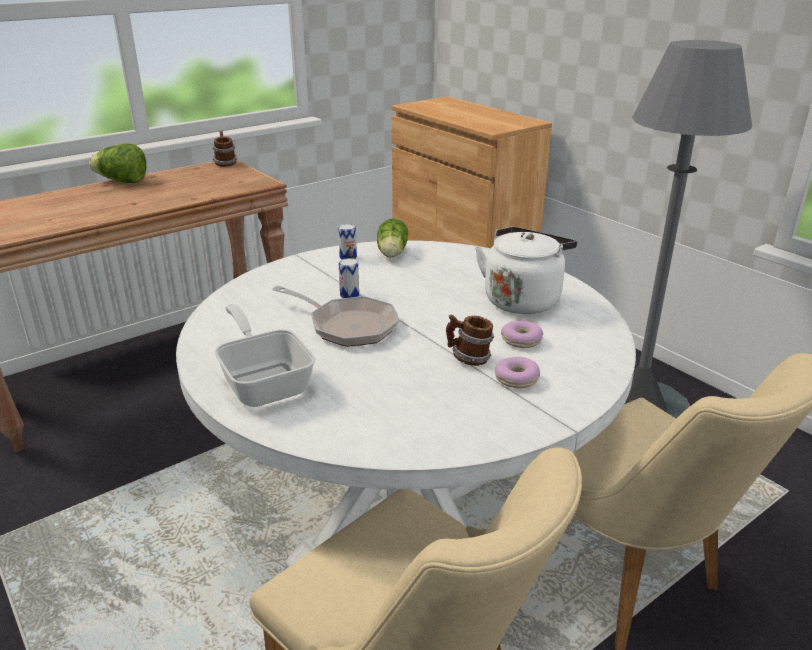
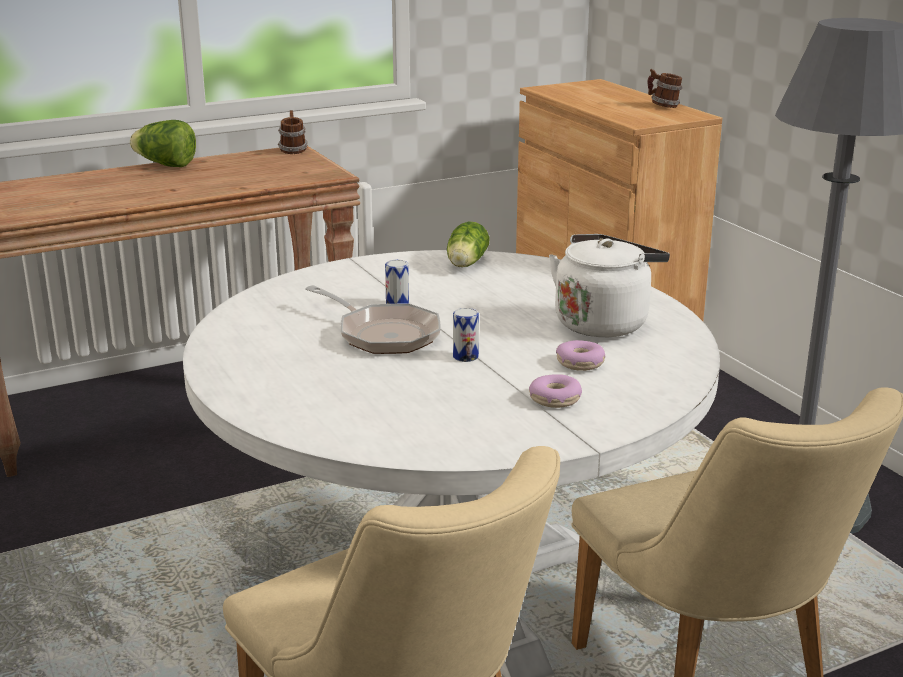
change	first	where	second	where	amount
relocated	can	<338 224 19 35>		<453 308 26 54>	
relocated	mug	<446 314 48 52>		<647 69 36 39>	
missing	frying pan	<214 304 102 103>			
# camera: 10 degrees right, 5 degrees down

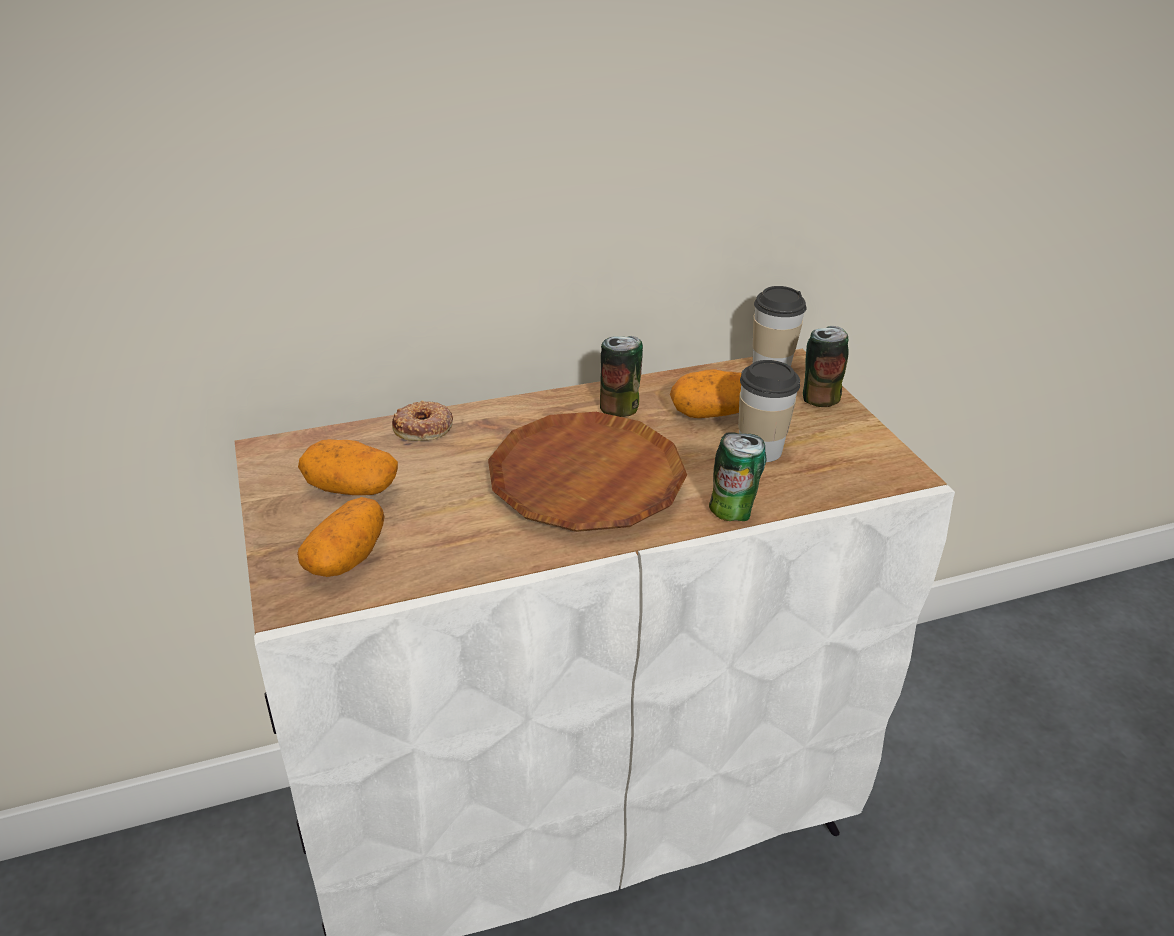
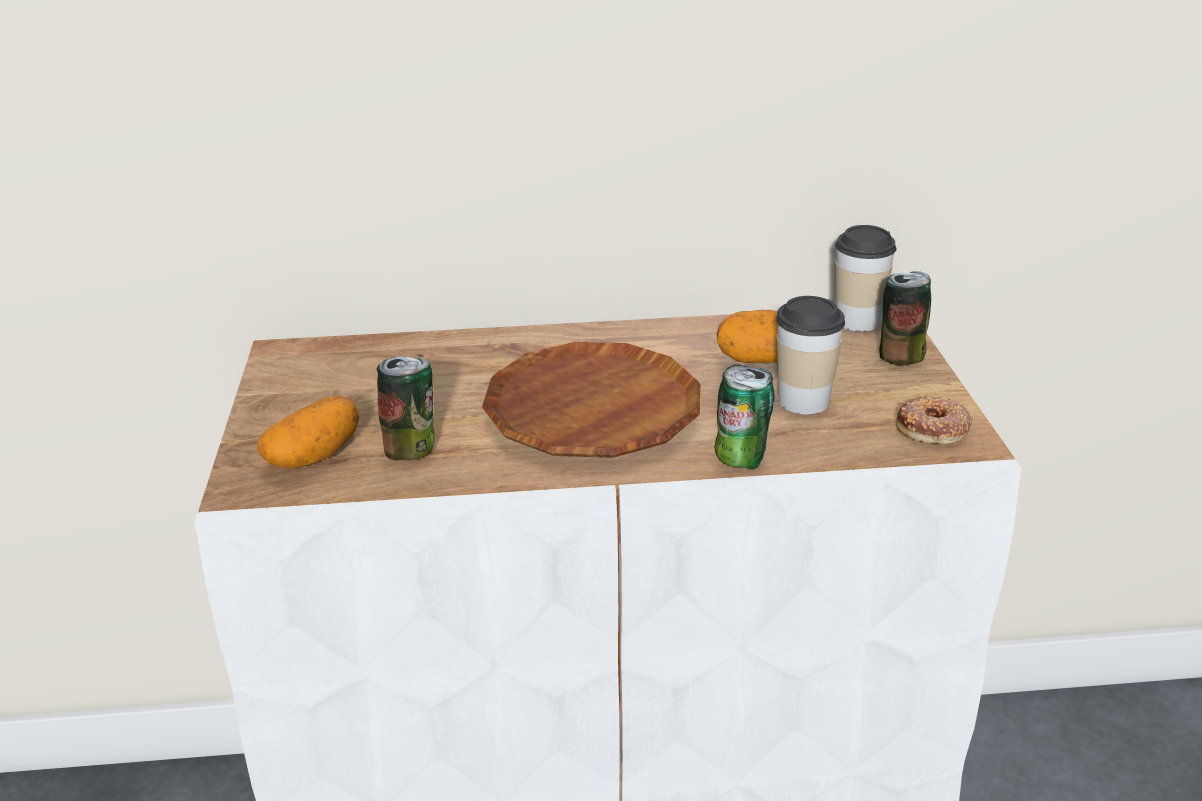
change	first	where	second	where	amount
relocated	can	<600 336 43 81>		<377 356 58 104>	
relocated	donut	<392 400 61 41>		<896 395 76 49>	
missing	potato	<298 439 100 56>			
# camera: 15 degrees right, 5 degrees down

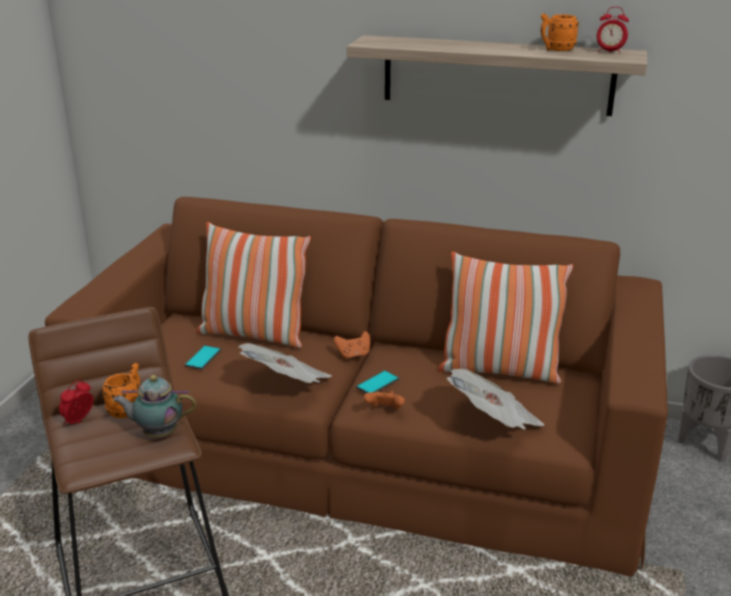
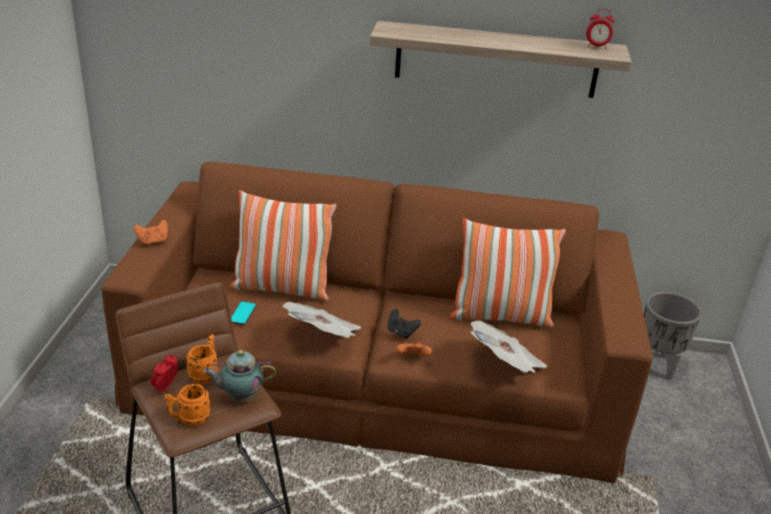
change	first	where	second	where	amount
relocated	orange game controller	<334 331 36 28>		<133 220 35 26>	
relocated	orange mug	<540 14 39 37>		<164 384 47 42>	
exchanged	phone	<356 370 43 23>	black game controller	<387 309 34 30>	
# camera: 10 degrees left, 5 degrees up

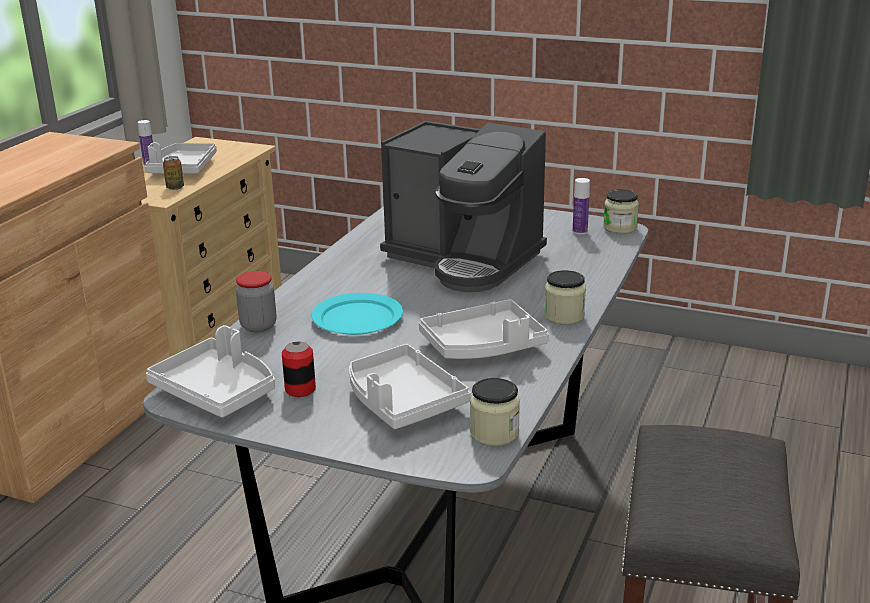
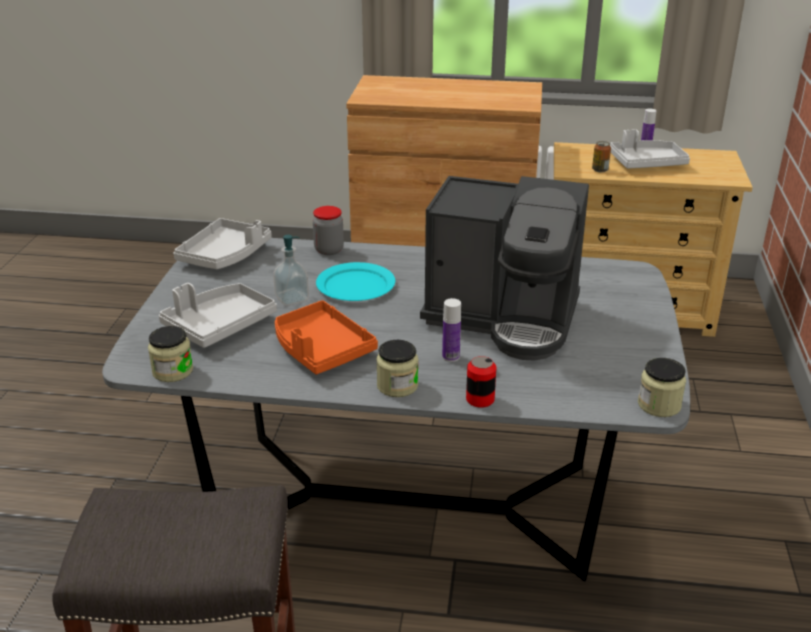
change	first	where	second	where	amount
appeared			soap dispenser	<273 235 36 71>	
colour	grey tray	<419 299 130 60>	orange tray	<275 300 103 74>	
spun	coffee machine	<380 121 167 171>		<420 176 169 185>	90 degrees counterclockwise
relocated	bottle	<573 178 17 57>		<442 298 19 64>	
relocated	can	<282 342 34 55>		<466 356 30 52>	
# camera: 75 degrees right, 5 degrees up

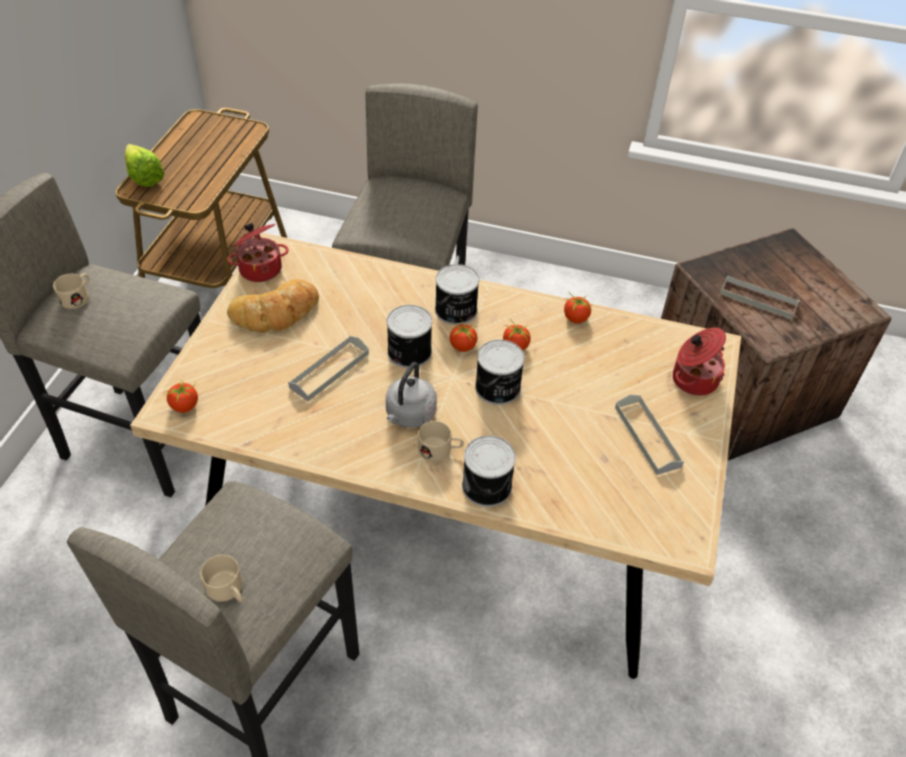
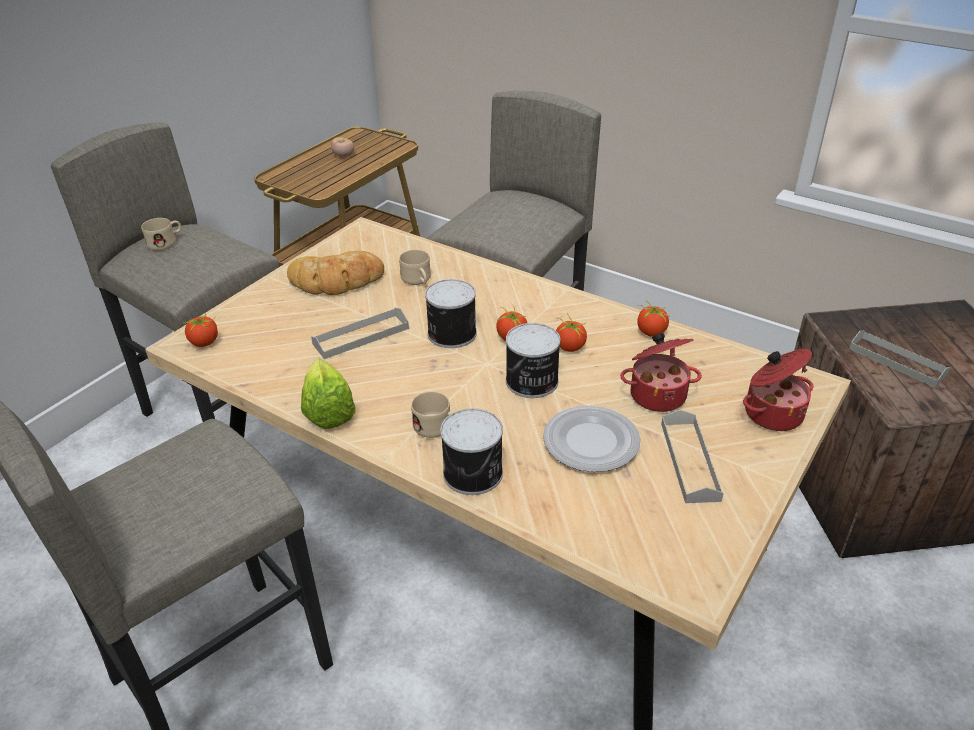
change	first	where	second	where	amount
relocated	lettuce	<124 144 41 43>		<301 358 54 71>	
appeared			tomato	<331 137 23 20>	
relocated	beige mug	<200 555 43 47>		<399 250 32 35>	
appeared			plate	<543 406 98 66>	
relocated	cooking pot	<227 223 62 59>		<620 333 82 79>	
missing	grey kettle	<386 362 51 66>			
missing	can	<435 264 44 61>			
# camera: 20 degrees right, 10 degrees down

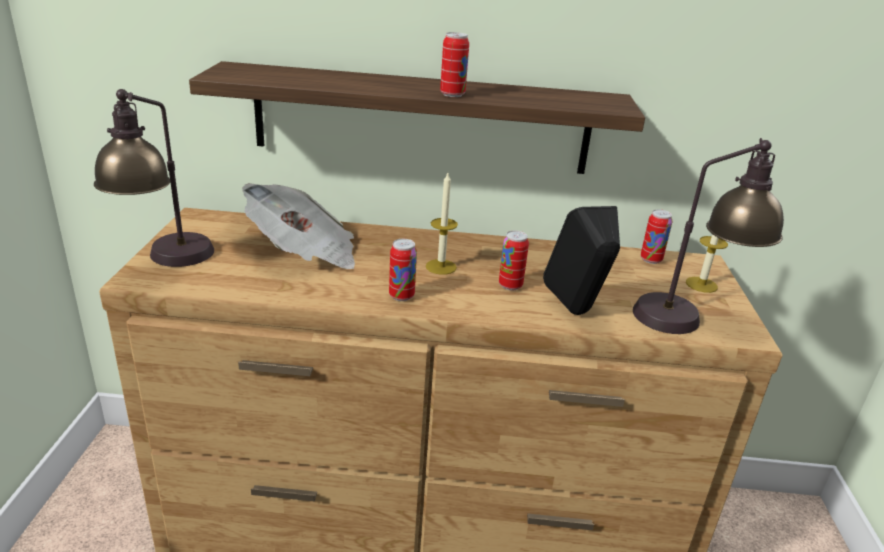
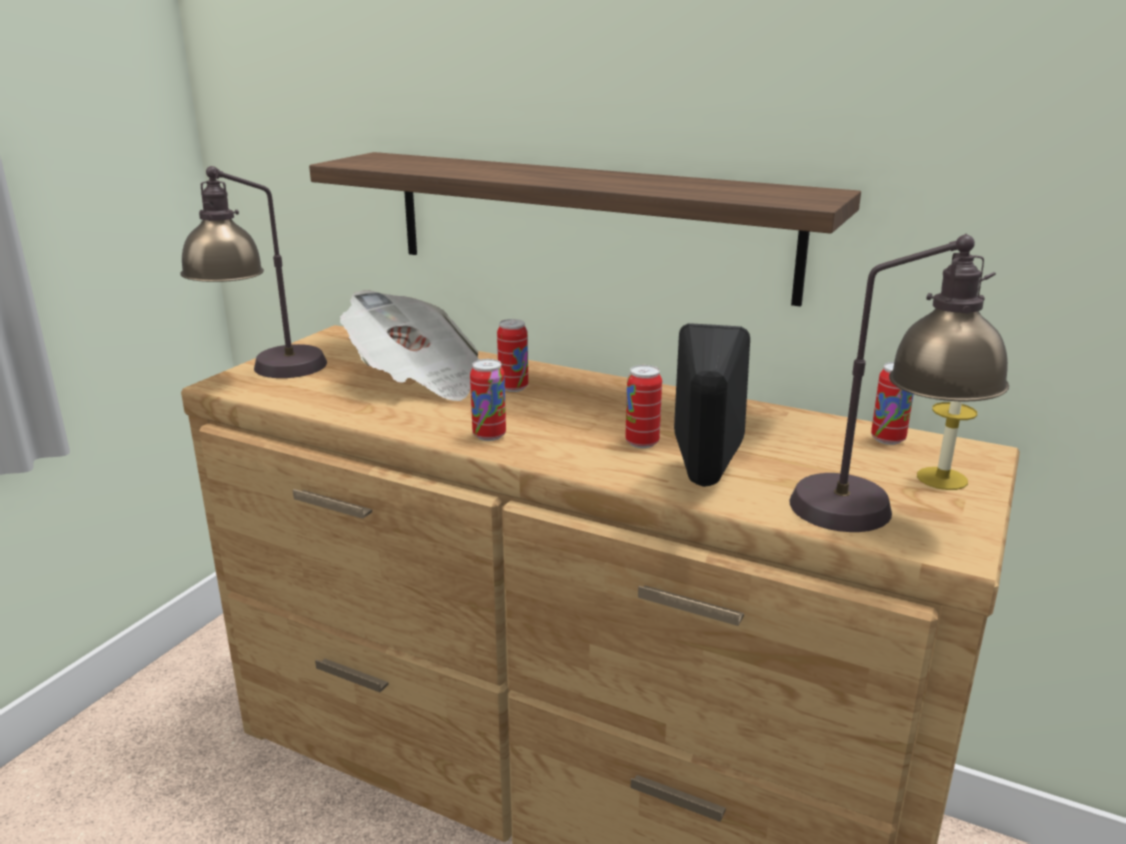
change	first	where	second	where	amount
relocated	can	<440 32 29 65>		<497 319 31 73>	
missing	candle	<426 173 32 102>			
# camera: 25 degrees right, 5 degrees down

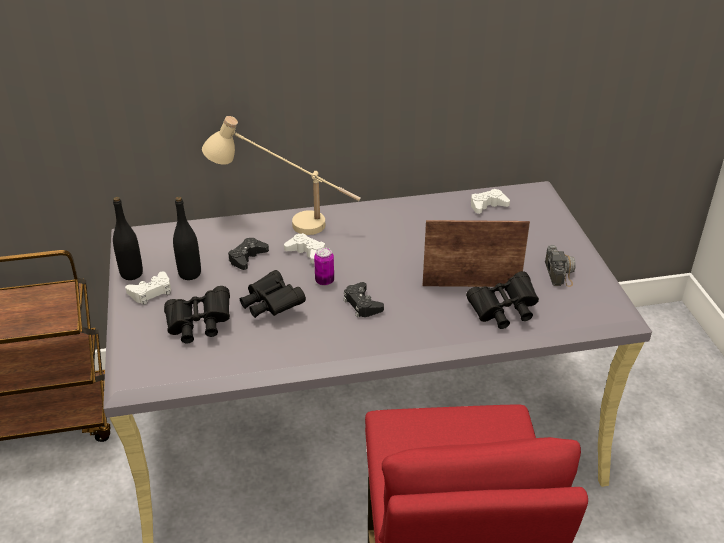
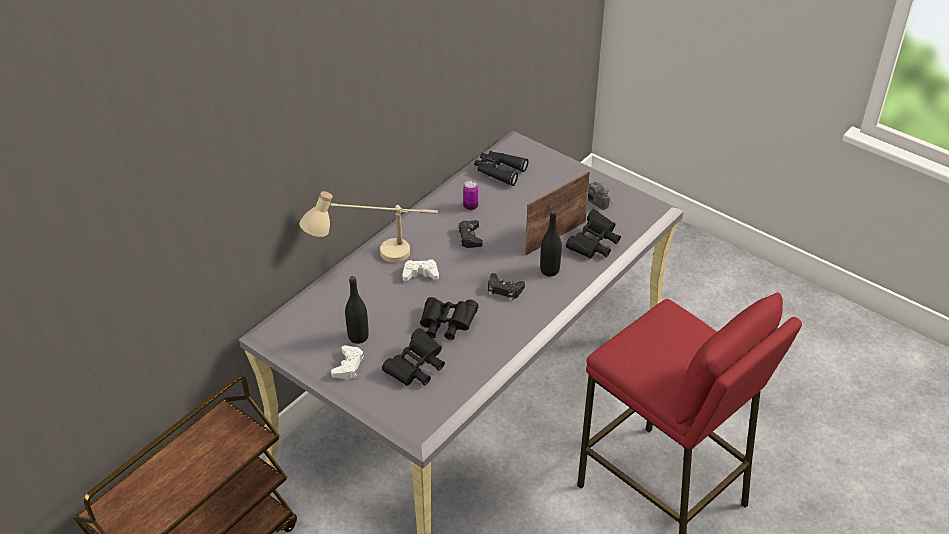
change	first	where	second	where	amount
relocated	black game controller	<228 238 41 32>		<458 220 25 28>	
relocated	can	<314 247 20 39>		<463 180 16 30>	
exchanged	white game controller	<471 189 39 25>	black binoculars	<474 151 55 35>	
relocated	black bottle	<113 197 30 83>		<540 210 22 66>	
# camera: 40 degrees left, 5 degrees up

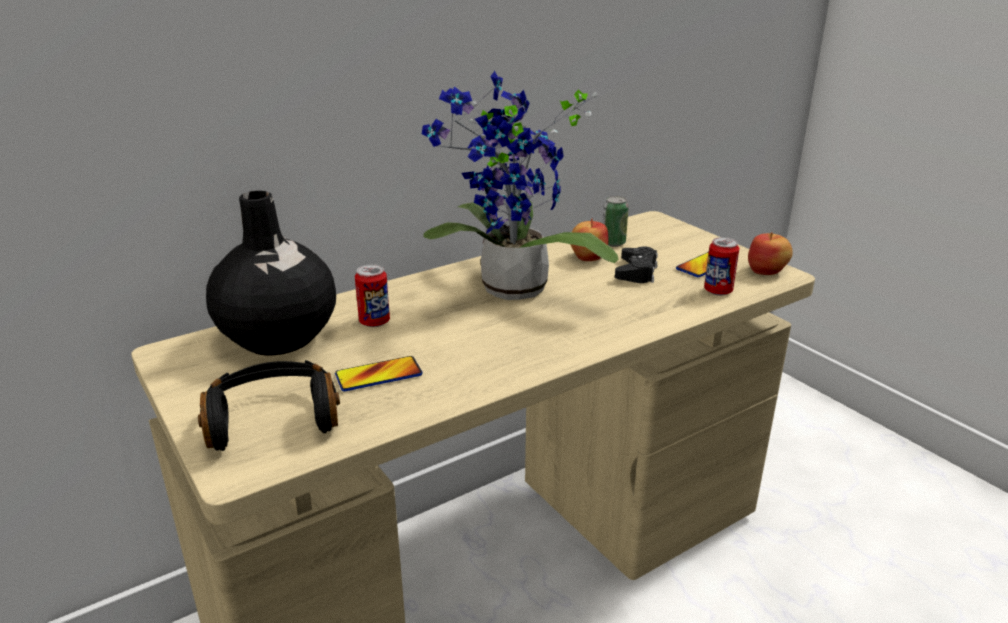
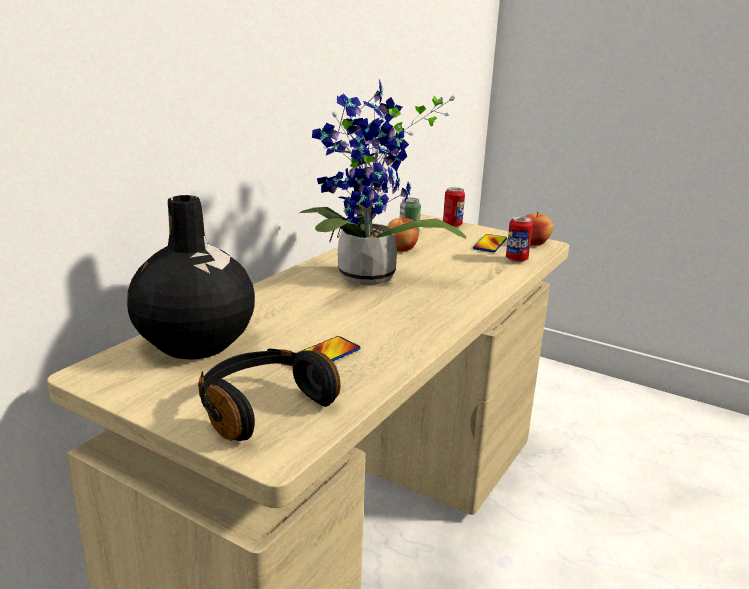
change	first	where	second	where	amount
relocated	can	<355 264 35 63>		<443 187 22 40>	
missing	black game controller	<615 247 43 36>			
# camera: 25 degrees left, 5 degrees down

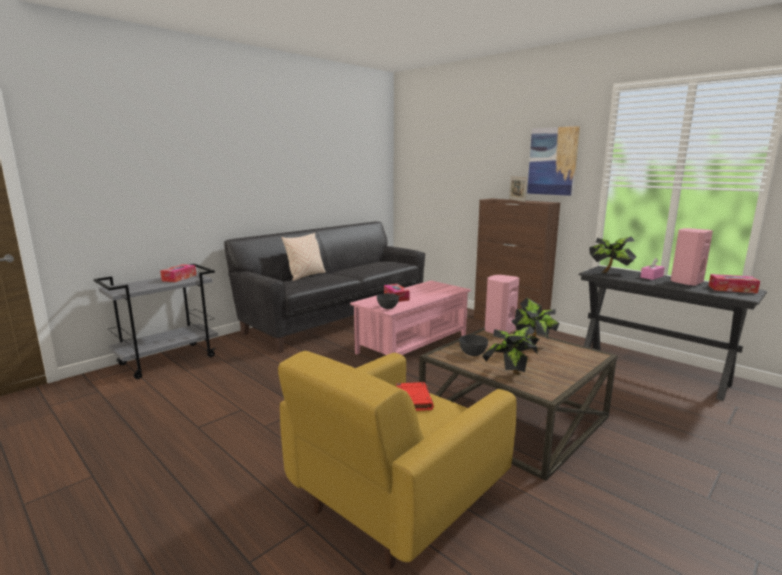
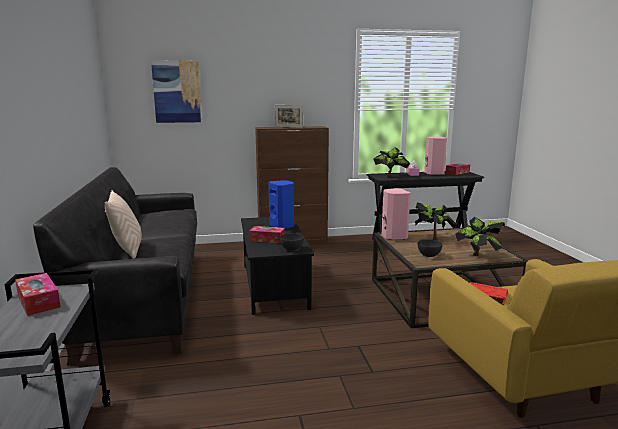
change	first	where	second	where	amount
relocated	picture	<527 126 53 70>		<151 60 51 63>	
colour	pink coffee table	<350 281 121 74>	black coffee table	<241 217 73 98>	
appeared			blue speaker	<268 180 26 49>	
# camera: 55 degrees left, 0 degrees up

